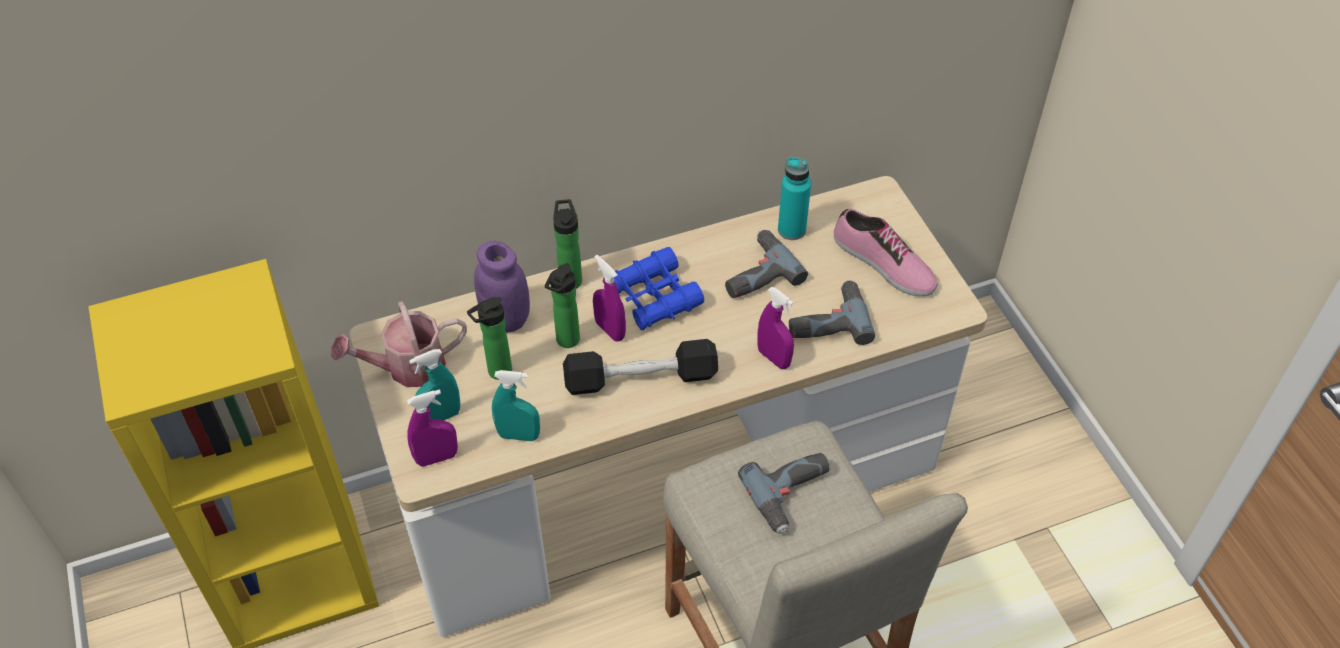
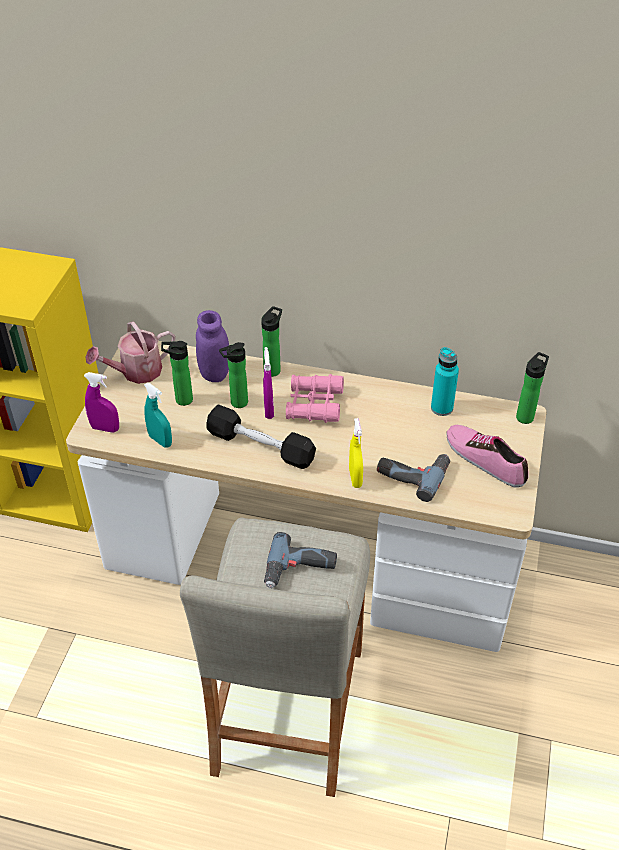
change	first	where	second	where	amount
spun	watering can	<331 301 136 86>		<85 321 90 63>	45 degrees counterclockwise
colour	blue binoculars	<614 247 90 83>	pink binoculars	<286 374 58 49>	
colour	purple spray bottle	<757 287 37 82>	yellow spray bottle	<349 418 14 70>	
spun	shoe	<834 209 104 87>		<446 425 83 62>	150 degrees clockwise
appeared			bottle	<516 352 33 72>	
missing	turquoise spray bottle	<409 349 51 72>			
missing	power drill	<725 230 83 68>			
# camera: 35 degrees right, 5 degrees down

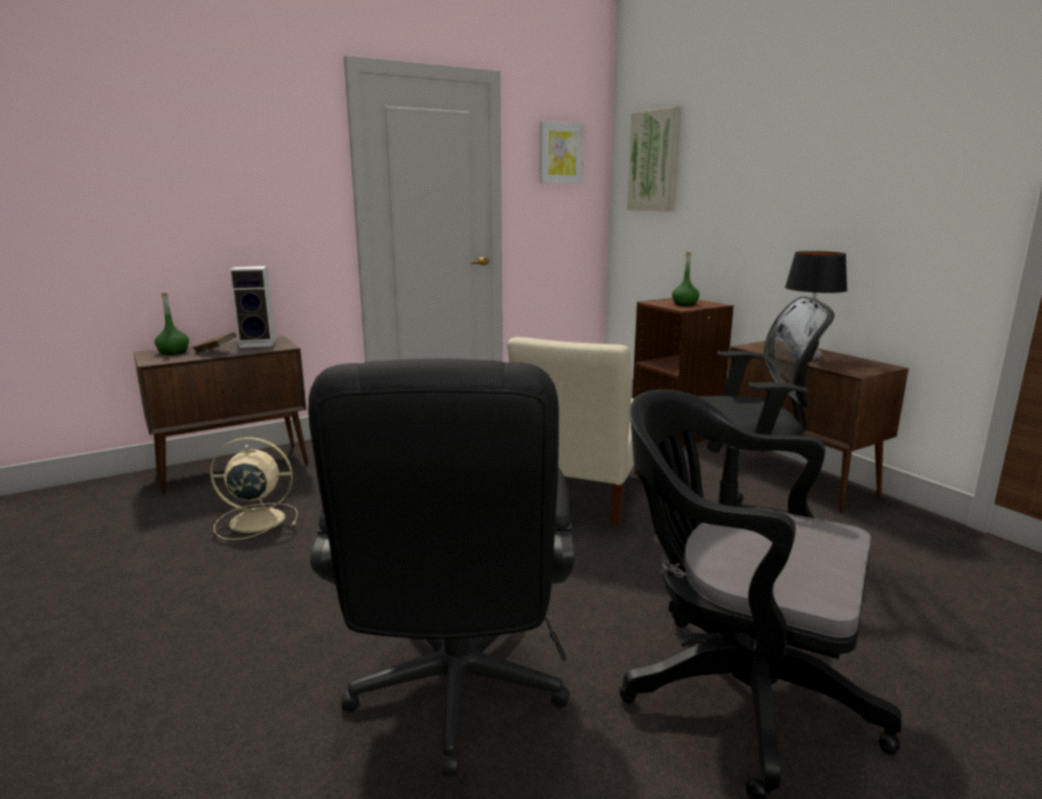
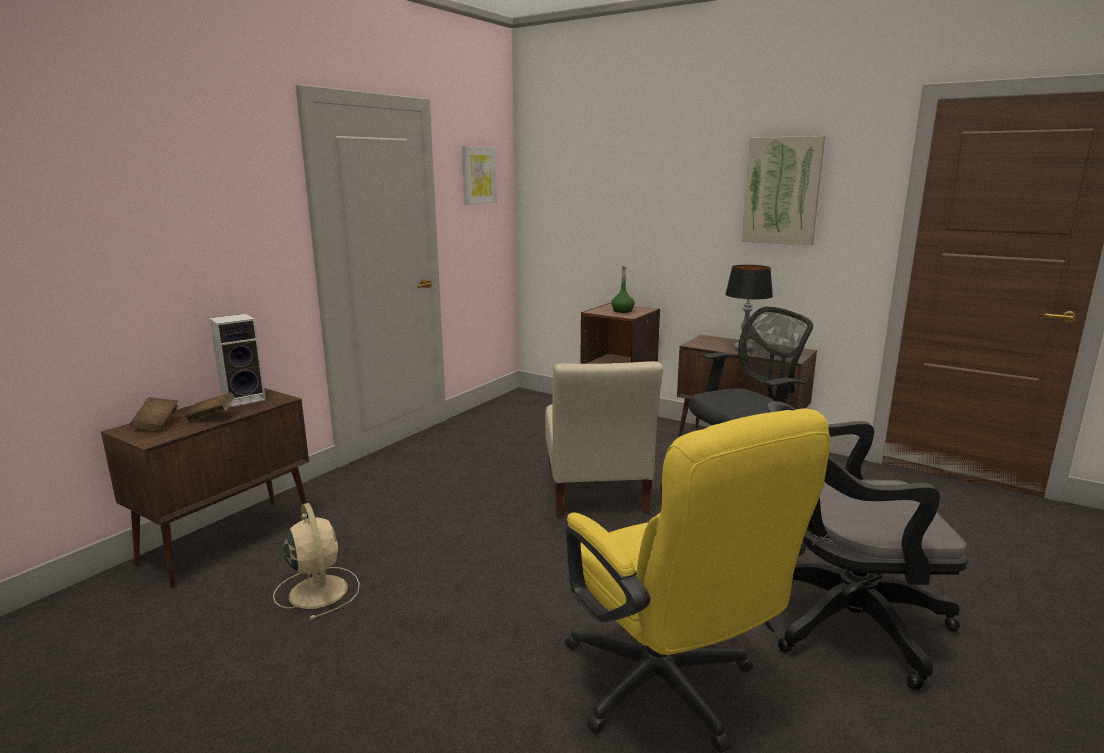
change	first	where	second	where	amount
exchanged	green bottle	<154 293 35 62>	brown book	<130 398 48 33>	
spun	beige fan	<210 437 88 103>		<273 503 87 117>	90 degrees clockwise
colour	black office chair	<308 358 266 418>	yellow office chair	<565 408 266 345>	
relocated	picture	<627 106 54 106>		<742 136 83 110>	
# camera: 25 degrees left, 0 degrees up

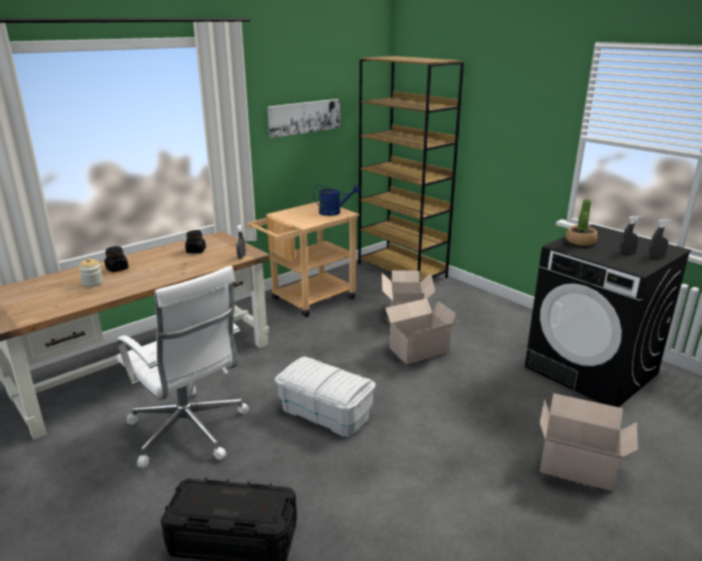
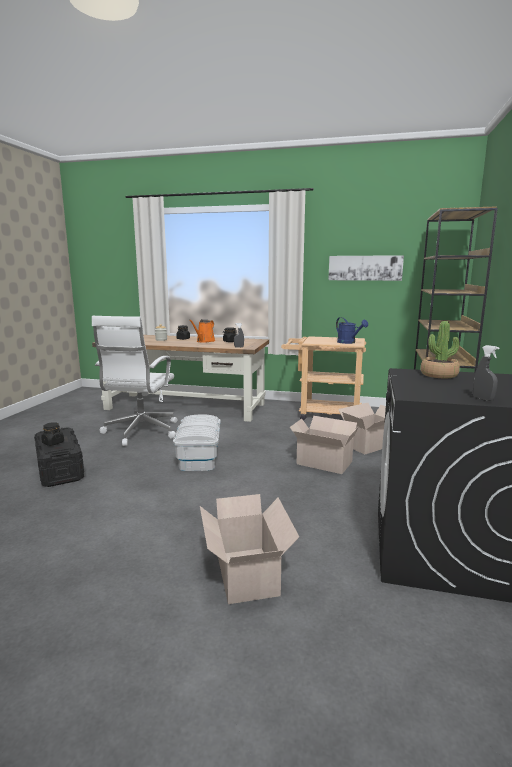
change	first	where	second	where	amount
appeared			black jar	<41 422 23 24>	
appeared			orange watering can	<189 319 27 24>	
missing	grey spray bottle	<620 216 21 37>			
# camera: 55 degrees right, 10 degrees down

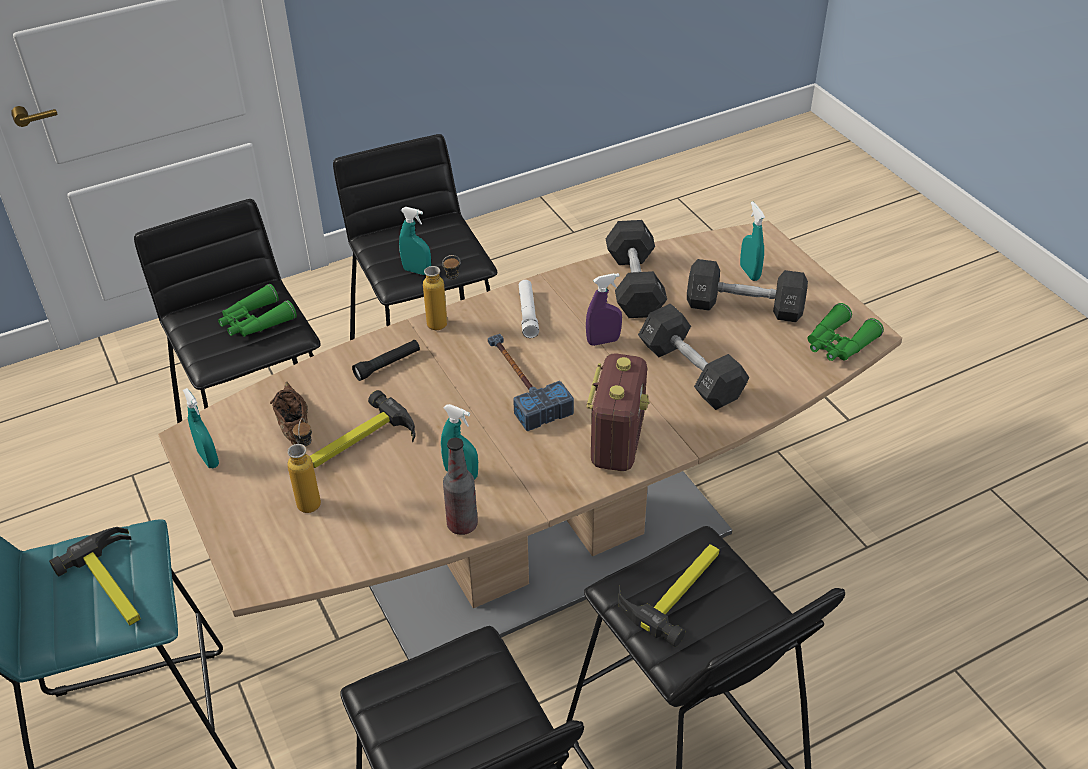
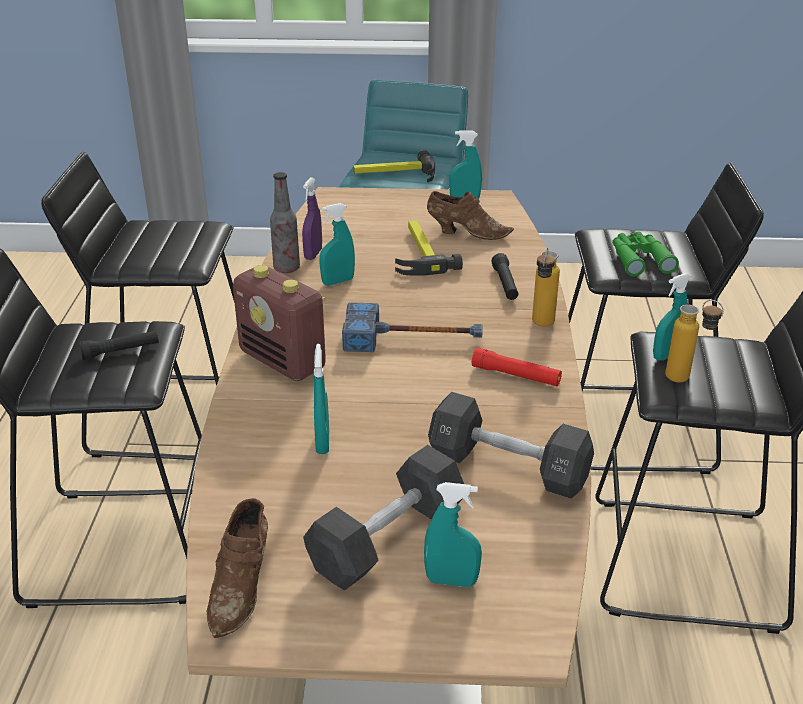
change	first	where	second	where	amount
exchanged	hammer	<619 544 100 103>	black flashlight	<79 330 80 30>	
exchanged	green binoculars	<808 303 76 58>	brown shoe	<207 498 61 140>	
relocated	purple spray bottle	<586 273 36 73>		<302 177 20 83>	
exchanged	black dumbbell	<638 303 112 107>	turquoise spray bottle	<314 344 15 110>	
colour	white flashlight	<519 280 20 58>	red flashlight	<472 347 90 39>	
relocated	bottle	<287 418 34 95>		<665 300 59 82>	
# camera: 120 degrees right, 10 degrees down

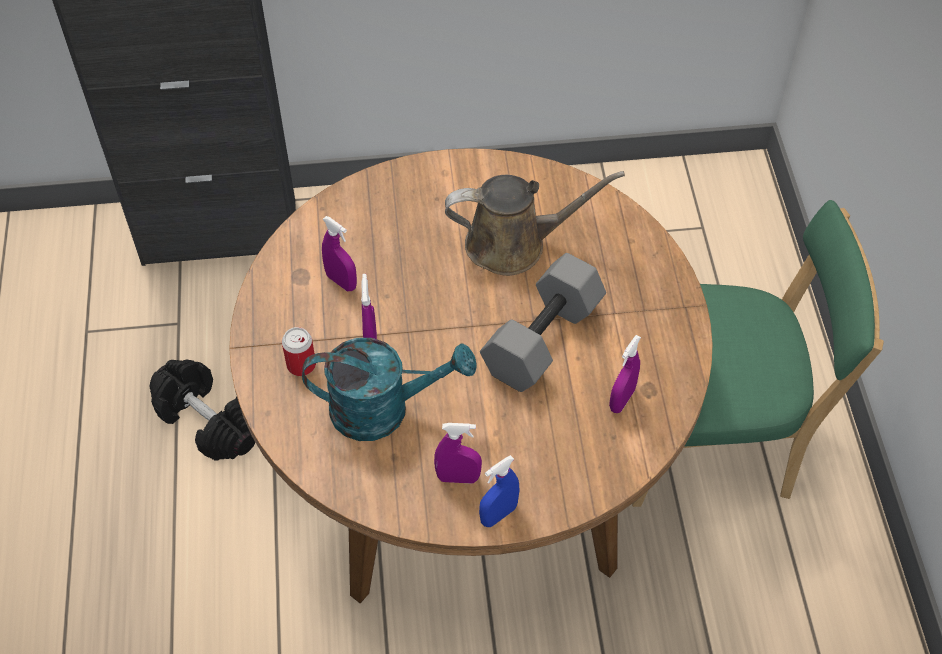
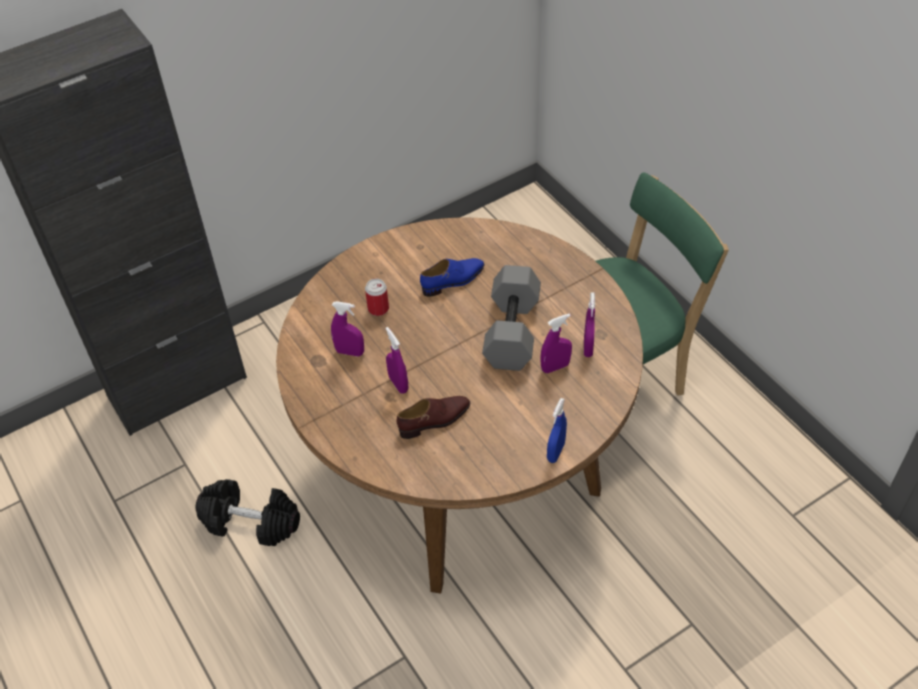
change	first	where	second	where	amount
relocated	can	<282 327 34 49>		<365 279 24 37>	
exchanged	turquoise watering can	<302 338 175 103>	brown shoe	<397 396 73 43>	
exchanged	brown watering can	<445 171 180 105>	blue shoe	<420 258 65 39>	
relocated	purple spray bottle	<434 423 48 61>		<541 313 31 60>	
# camera: 25 degrees left, 5 degrees down

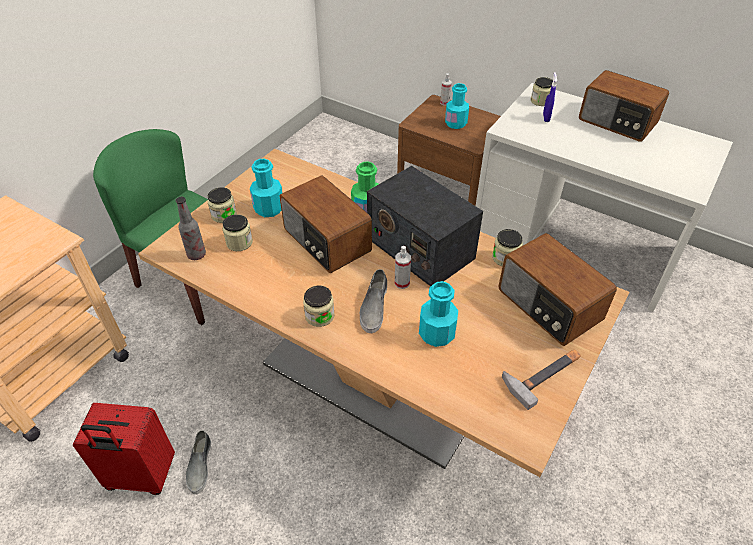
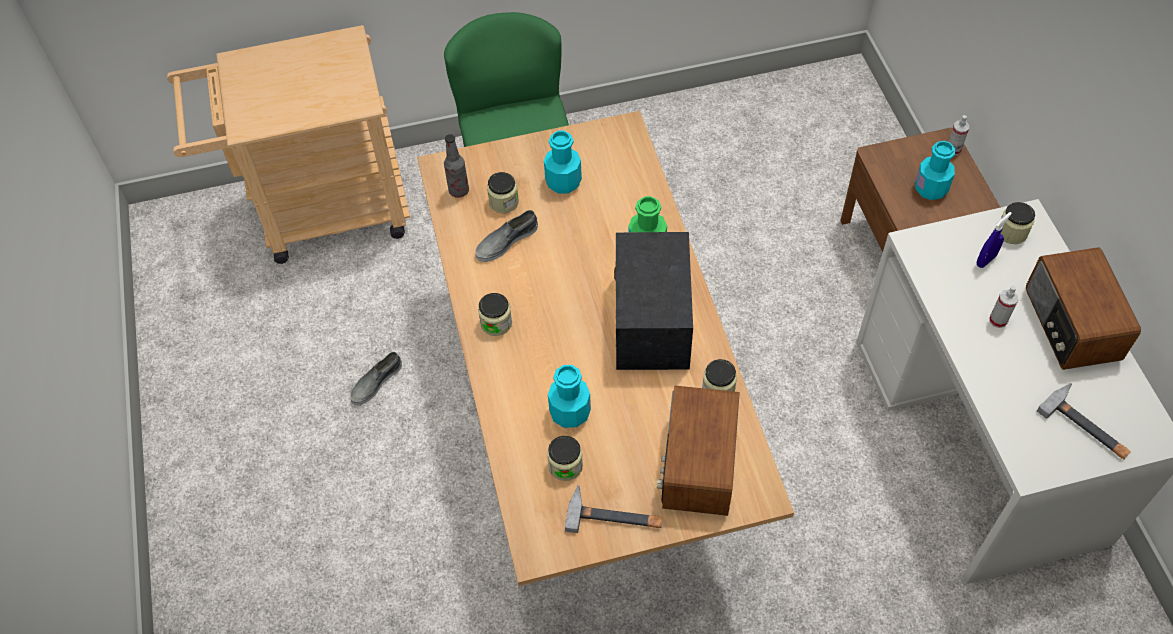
change	first	where	second	where	amount
relocated	grey shoe	<360 269 27 64>		<475 210 63 52>	
relocated	jar	<207 187 30 36>		<547 436 36 45>	
relocated	spray bottle	<395 246 16 43>		<989 286 30 42>	
appeared			hammer	<1037 383 94 76>	
missing	red suitcase	<73 403 102 92>			
missing	radio	<280 175 92 98>			
# camera: 45 degrees right, 10 degrees up

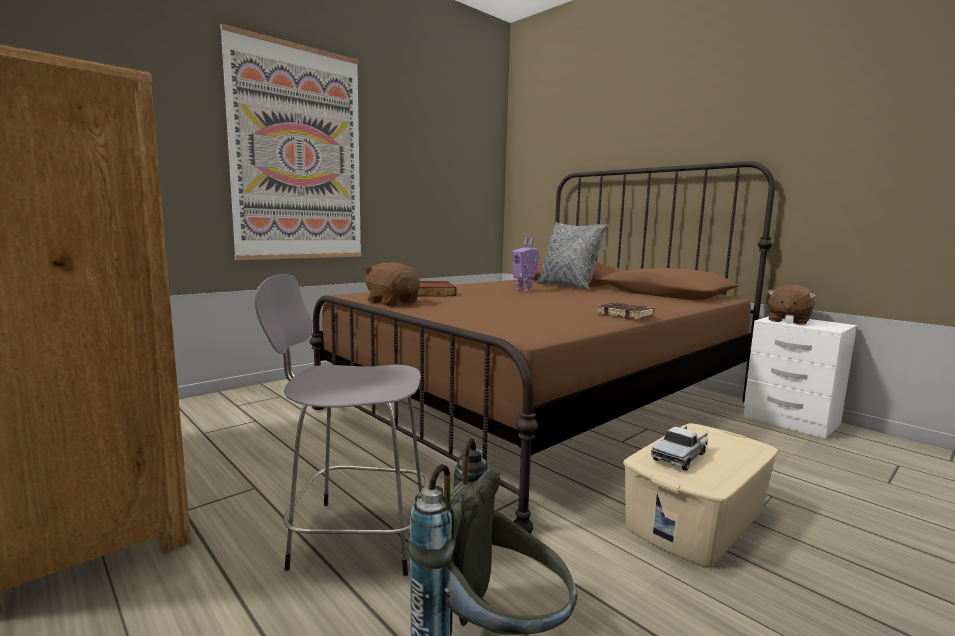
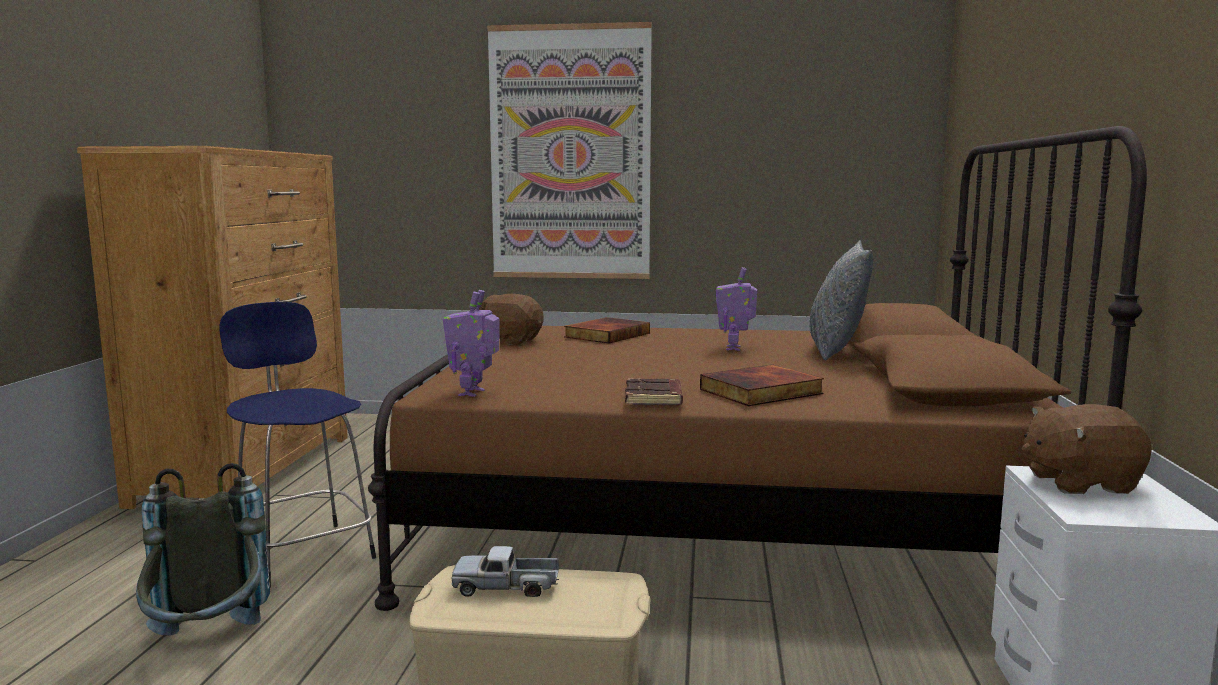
change	first	where	second	where	amount
colour	grey stool	<255 274 173 302>	blue stool	<219 302 157 286>	
appeared			toy robot	<443 290 57 107>	
spun	brown plush toy	<363 262 57 44>		<479 294 64 51>	75 degrees counterclockwise
appeared			book	<700 364 124 42>	
# camera: 50 degrees right, 0 degrees up

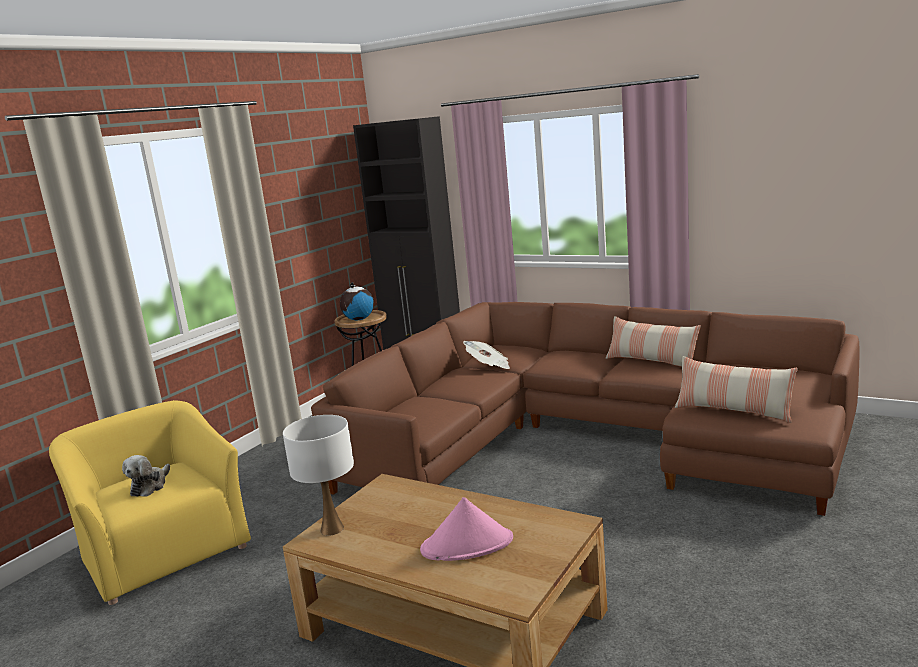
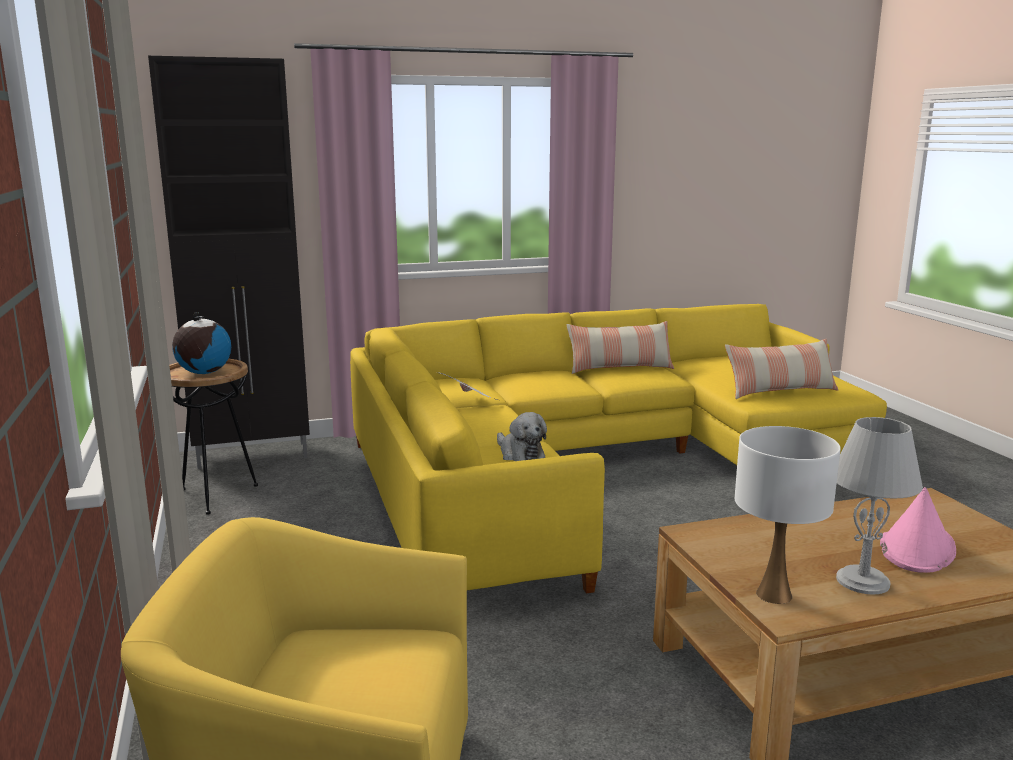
change	first	where	second	where	amount
colour	brown sofa	<311 302 549 214>	yellow sofa	<350 304 537 290>	
relocated	plush toy	<122 455 48 42>		<497 412 50 49>	
appeared			grey table lamp	<836 417 87 177>	
# camera: 50 degrees left, 0 degrees up

